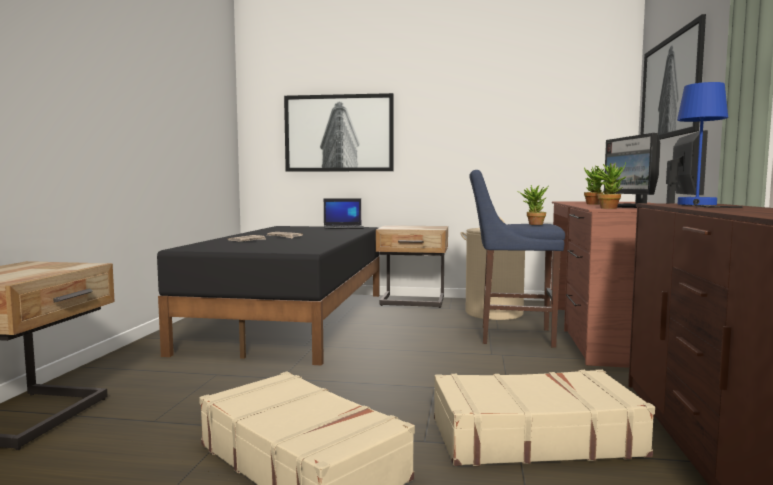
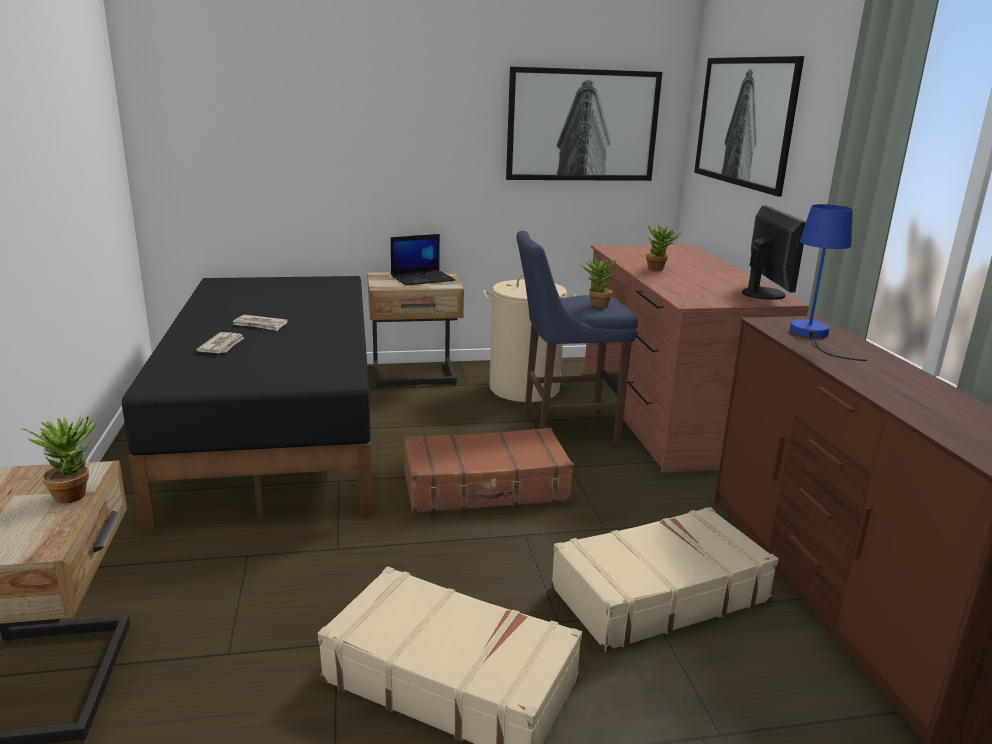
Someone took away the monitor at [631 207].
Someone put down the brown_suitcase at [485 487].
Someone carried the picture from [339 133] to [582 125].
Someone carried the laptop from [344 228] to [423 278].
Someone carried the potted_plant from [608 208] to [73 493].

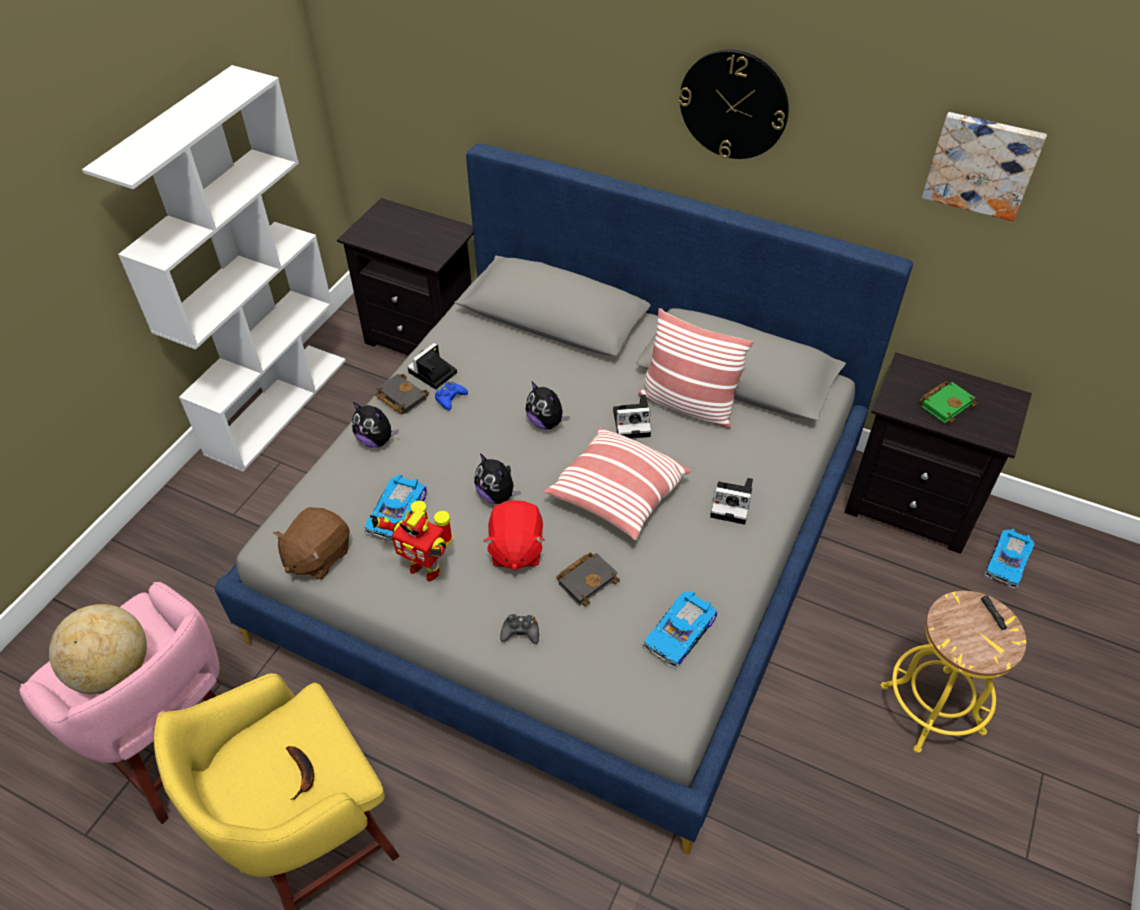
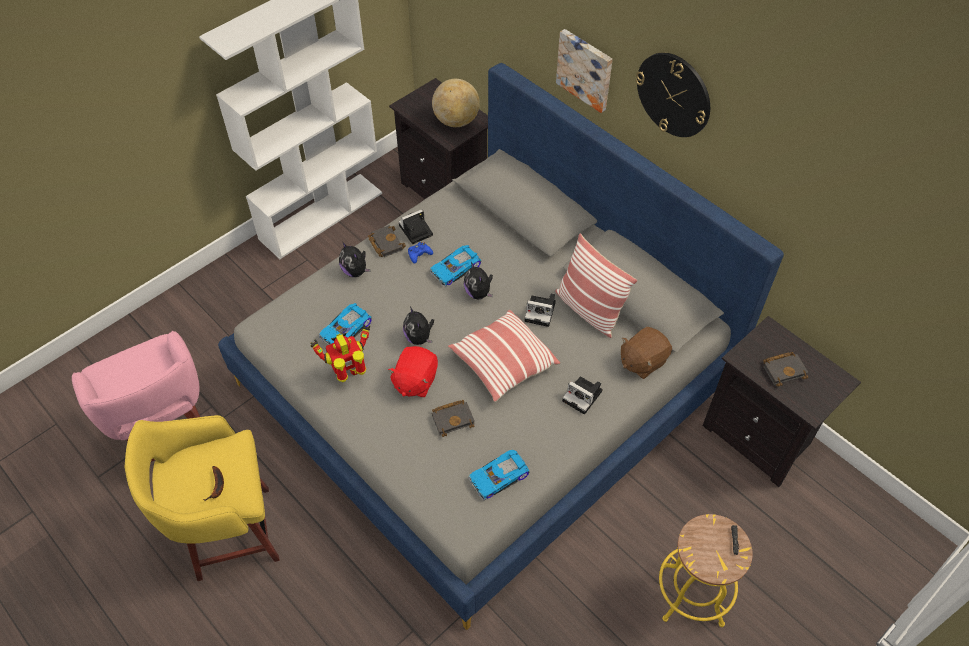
Someone took away the black_game_controller at [520 632].
Someone carried the globe from [114 671] to [456 121].
Someone carried the brown_plush_toy from [317 556] to [642 361].
Someone carried the picture from [982 164] to [585 69].
Someone carried the toy_car from [1008 562] to [456 269].
Someone repainted the green_book at [946 403], which became the black_book at [784 369].
Someone rotated the toy_robot at [425 567] by 105 degrees clockwise.

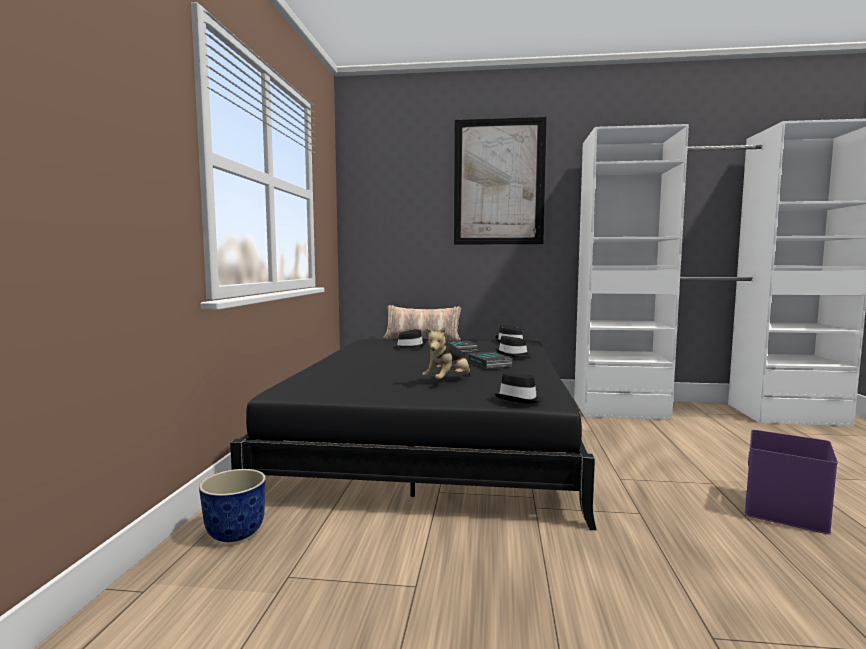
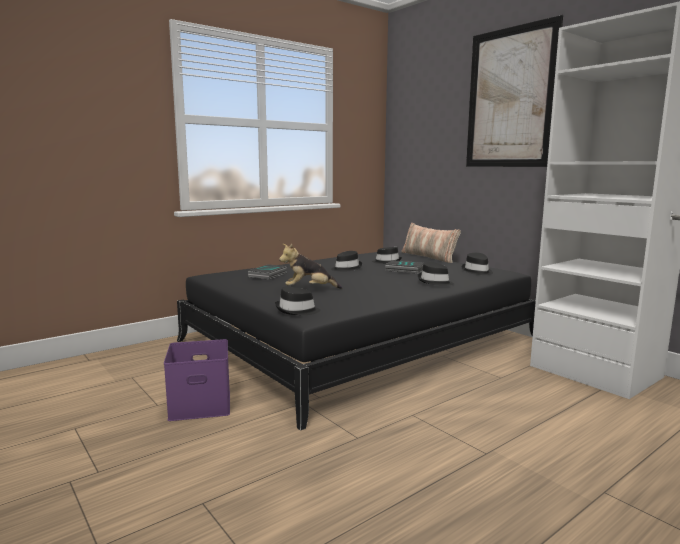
Someone took away the planter at [236 533].
Someone put down the black_hat at [346 268].
Someone carried the book from [490 364] to [268 275].
Someone carried the purple_storage_box from [783 509] to [202 404].

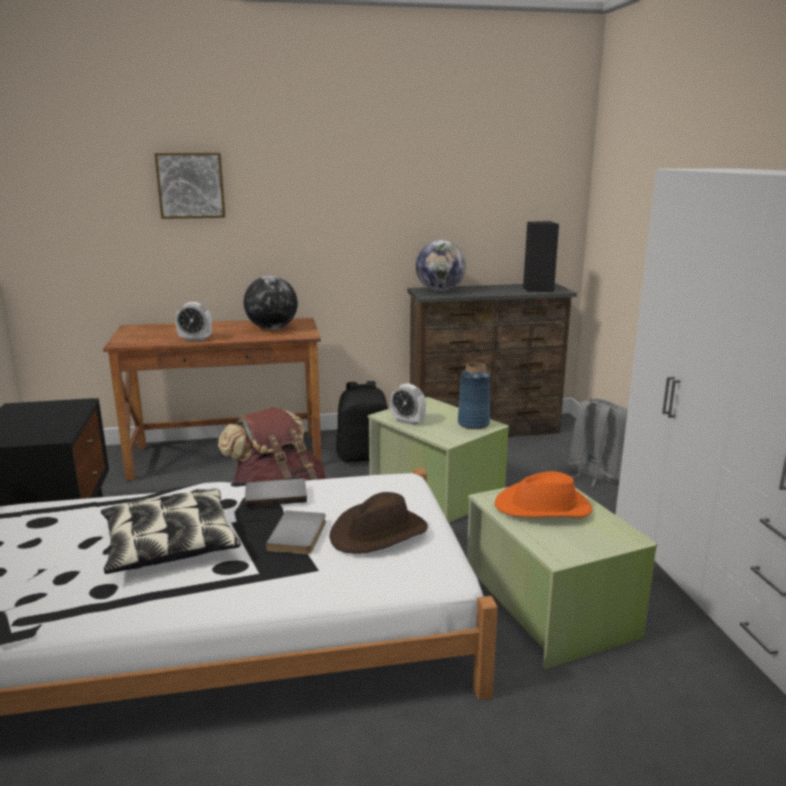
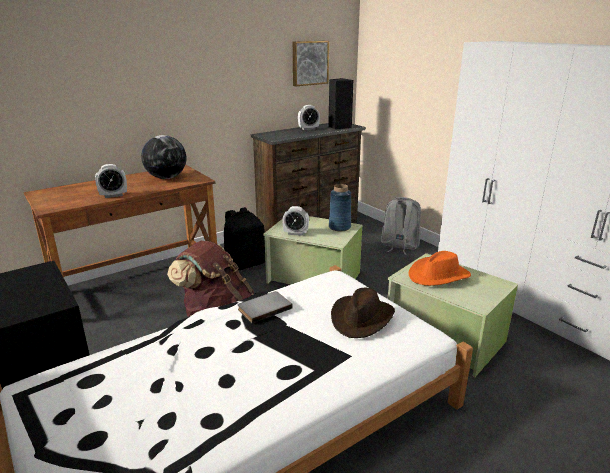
Someone took away the pillow at [170 544].
Someone took away the grey_book at [300 535].
Someone took away the globe at [440 290].
Someone put down the alarm_clock at [308 129].
Someone carried the picture from [191 185] to [309 63].

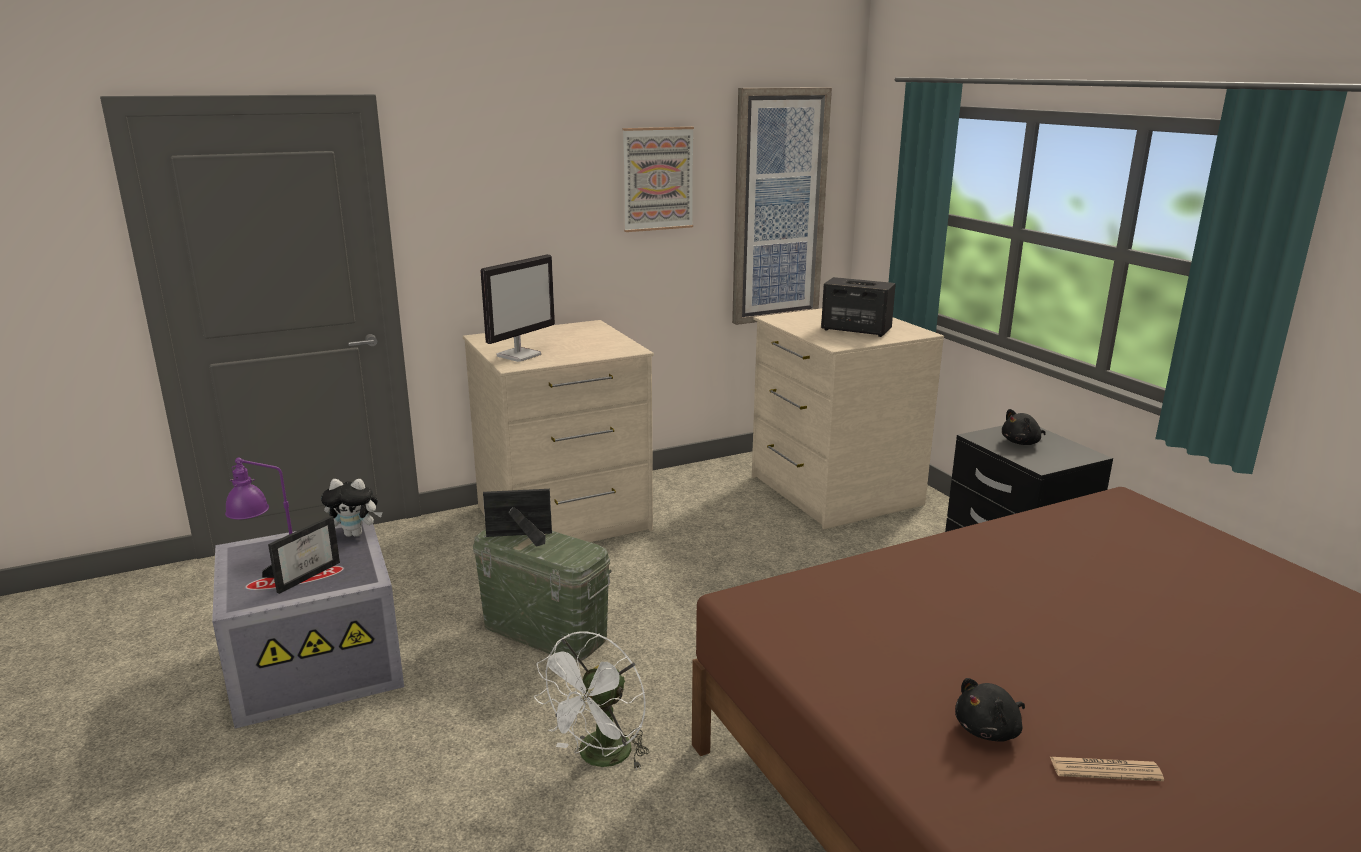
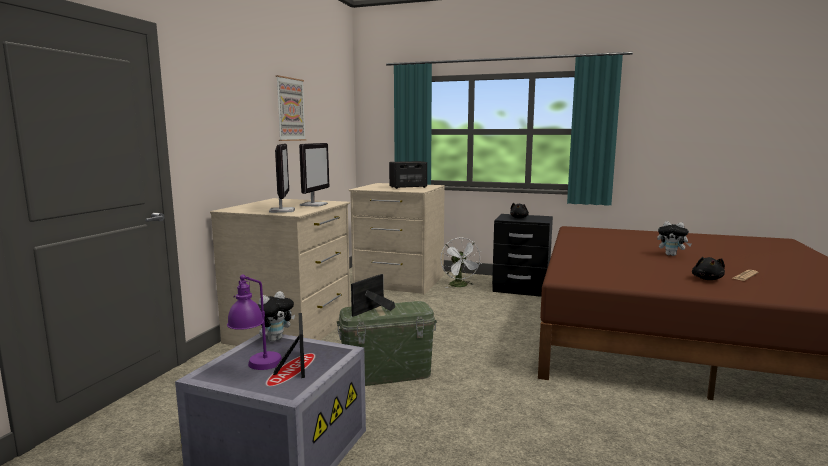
Someone took away the picture at [778 207].
Someone put down the monitor at [314 205].
Someone put down the plush_toy at [671 255].
Someone carried the white_fan from [600 758] to [460 286].

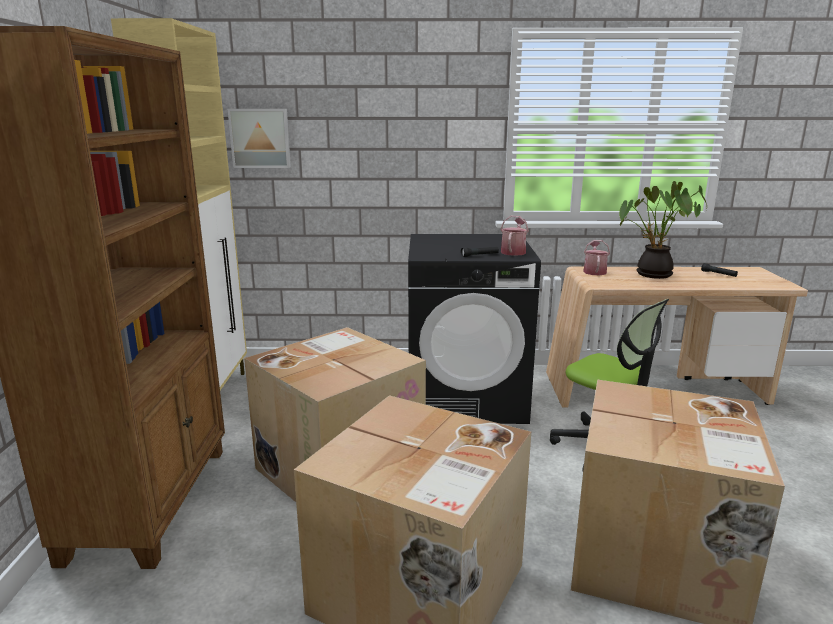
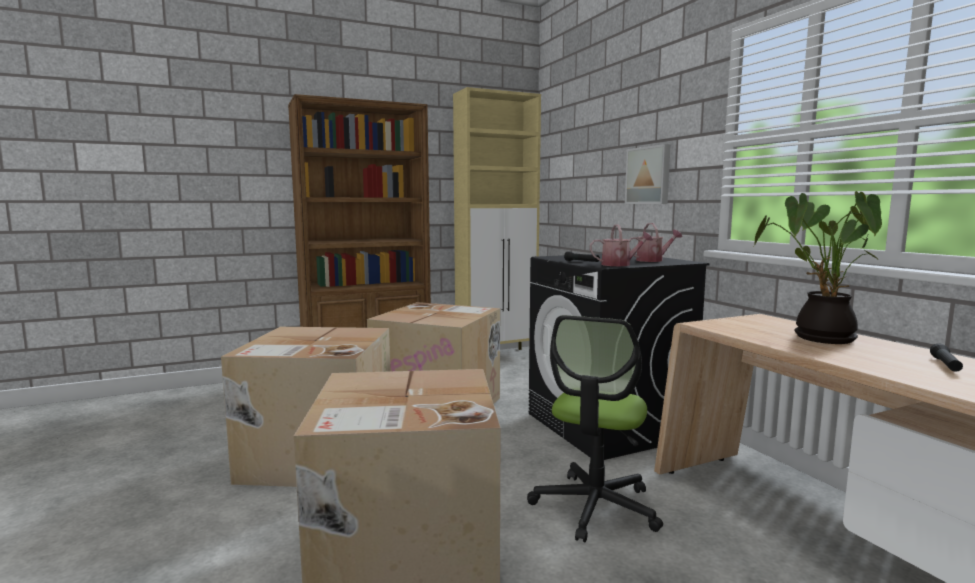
Someone carried the picture from [260 138] to [649 175].
Someone carried the watering_can from [594 271] to [653 260].

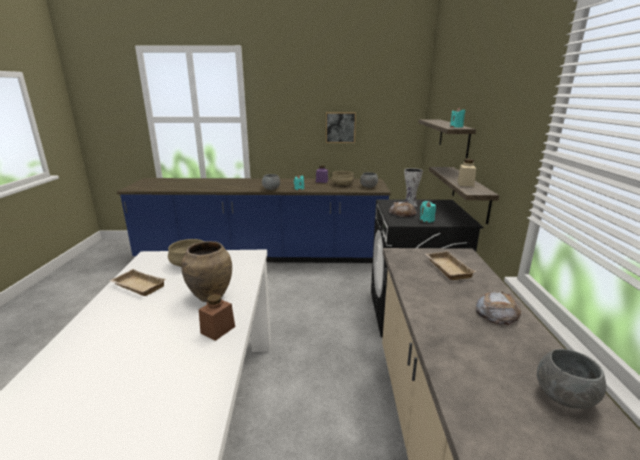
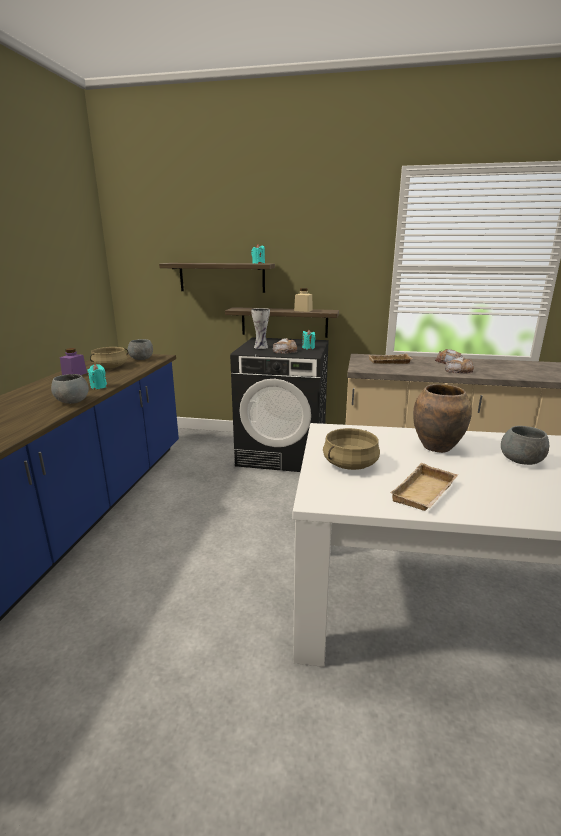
Someone took away the brown_jar at [218 330].
Someone took away the picture at [340 127].
Someone put down the bread at [458 371].
Someone carried the grey_bowl from [563 397] to [521 461].

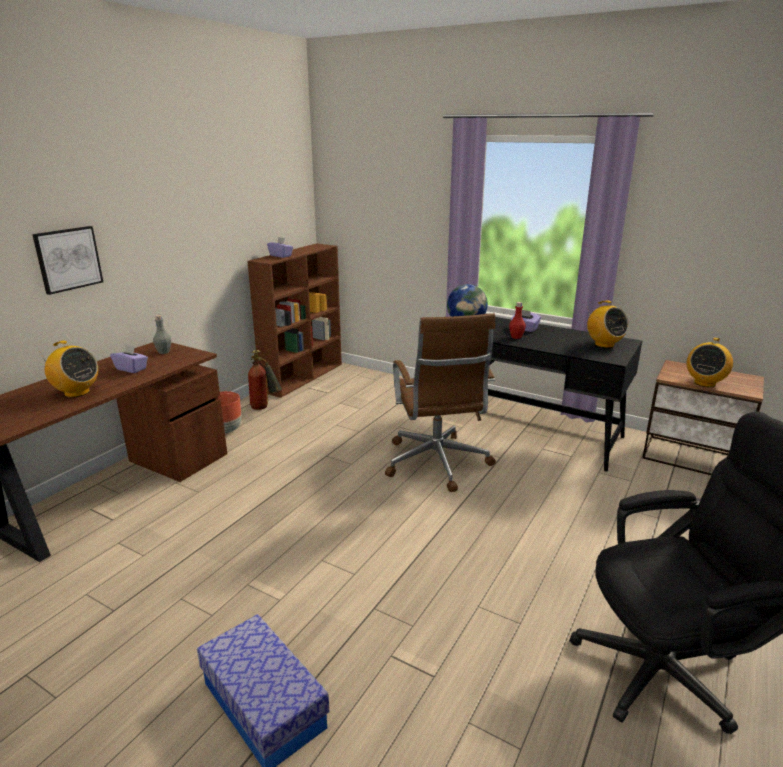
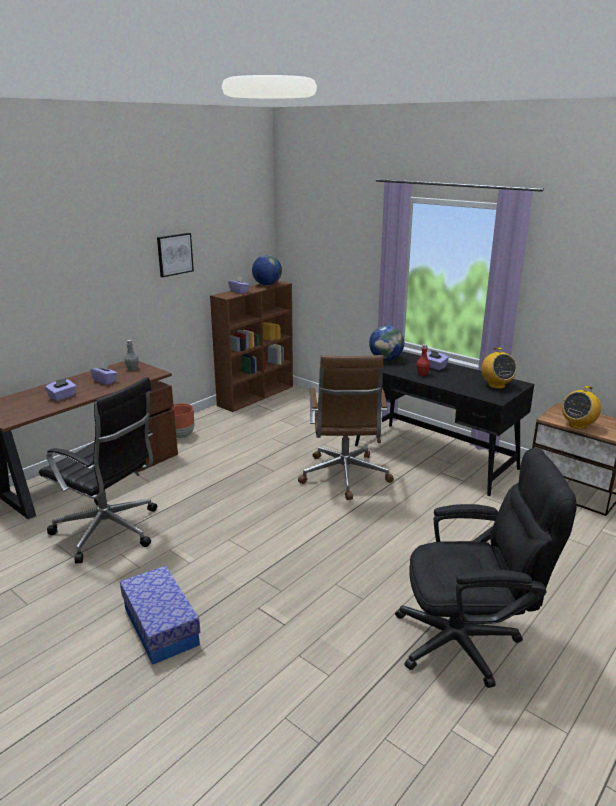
Someone took away the fire_extinguisher at [265 408].
Someone put down the black_office_chair at [109 531].
Someone put down the globe at [267 285].
Someone carried the picture from [68 259] to [174 254].
Someone swapped the radio at [76 392] for the purple_tissue_box at [62 397].

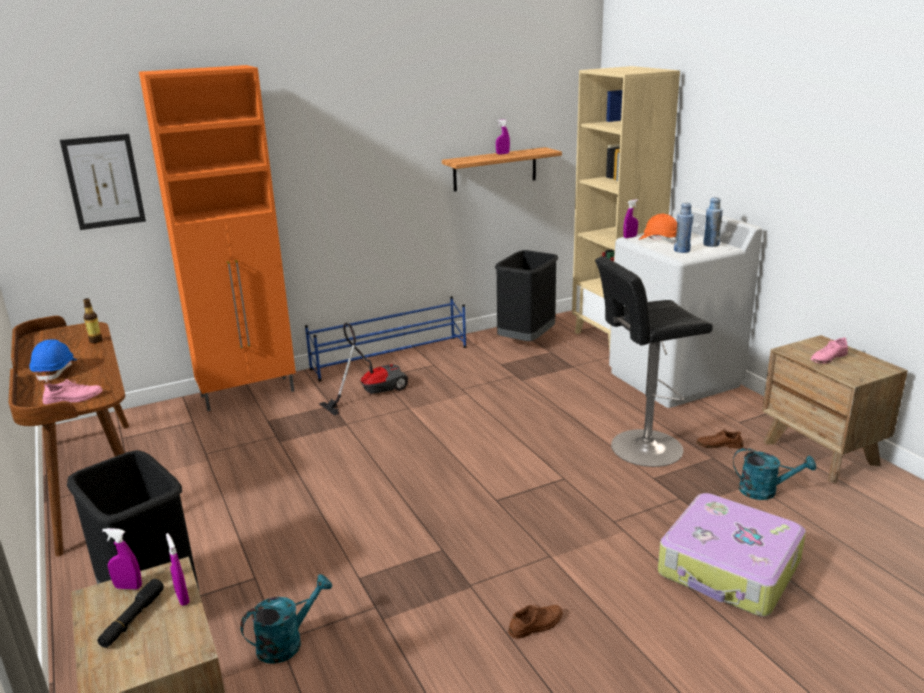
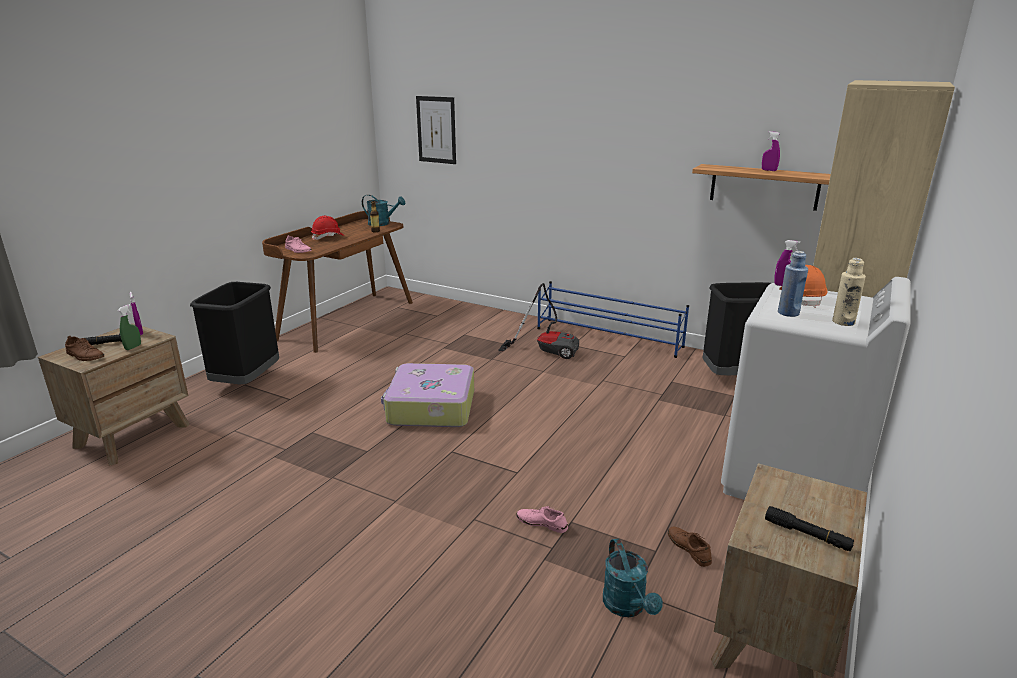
Someone took away the orange_cabinet at [249 393].
Someone took away the black_stool at [641 448].
Someone put down the black_flashlight at [807 535].
Someone carried the turquoise_watering_can from [287 642] to [382 224].
Someone carried the brown_shoe from [536 625] to [85 356].
Someone carried the suitcase from [729 569] to [430 407].
Someone carried the pink_shoe from [828 358] to [542 523].
Someone repainted the blue_hard_hat at [56 371], which became the red_hard_hat at [328 237].
Someone repainted the purple_spray_bottle at [182 598], which became the green_spray_bottle at [133 347].
Someone repainted the blue_bottle at [711 244], which became the beige_bottle at [843 322].

